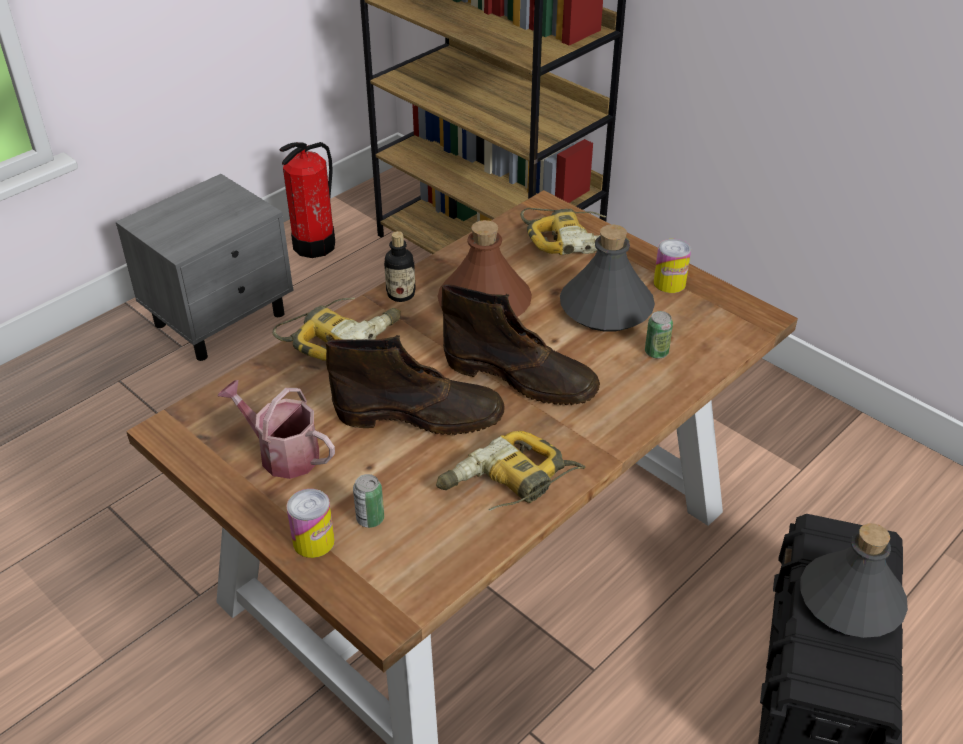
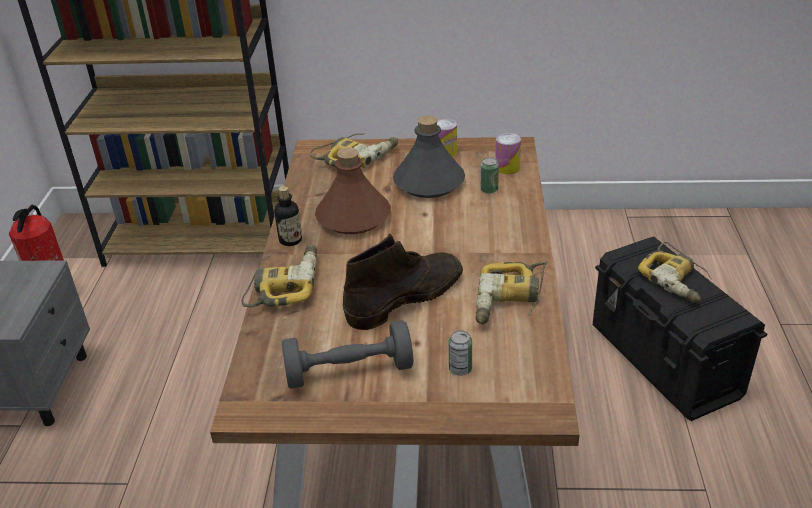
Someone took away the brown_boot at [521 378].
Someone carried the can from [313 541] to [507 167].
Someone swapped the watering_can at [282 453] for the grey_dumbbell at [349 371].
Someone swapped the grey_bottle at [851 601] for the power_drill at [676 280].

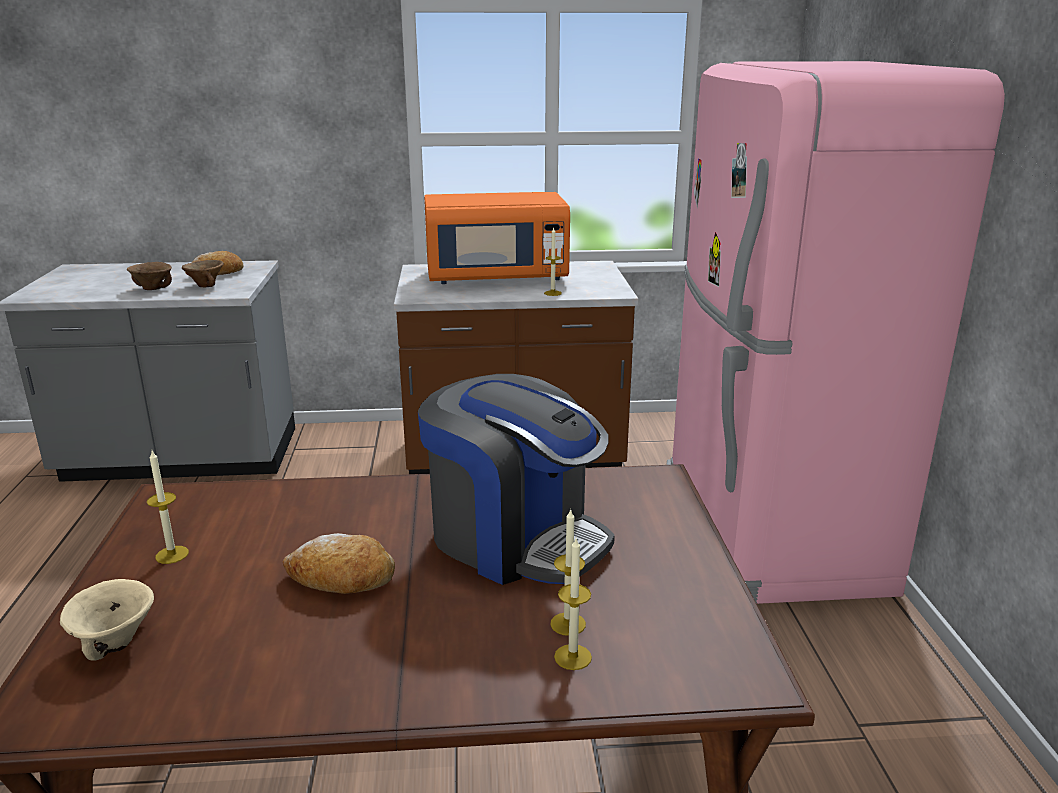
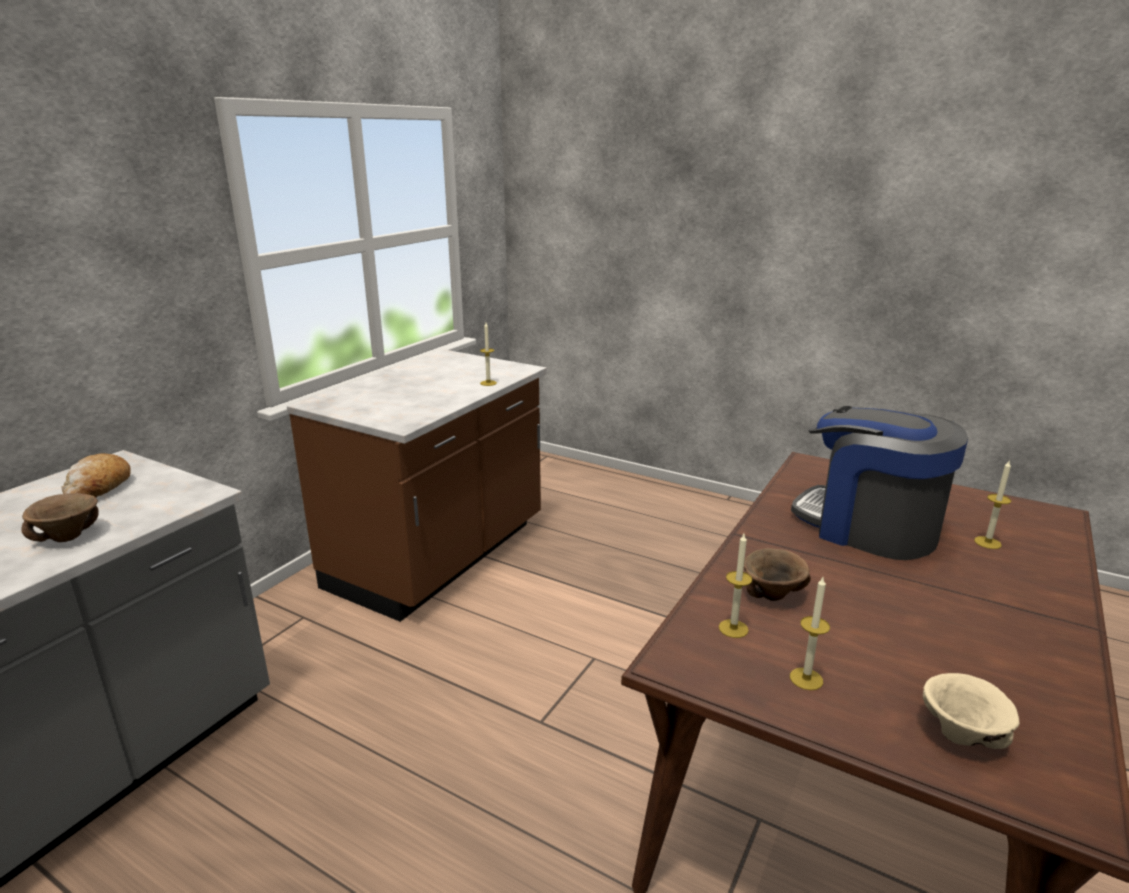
Someone took away the bread at [341 579].
Someone took away the orange_microwave at [496 278].
Someone took away the pink_fridge at [765 532].
Someone carried the brown_bowl from [206 286] to [773 595].
Someone carried the candle from [573 657] to [733 628].
Someone rotated the coffee_machine at [516 539] by 120 degrees counterclockwise.

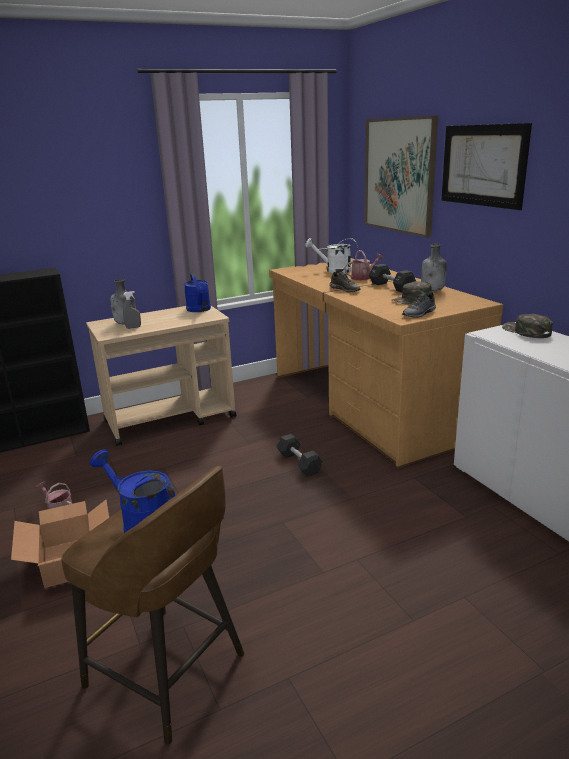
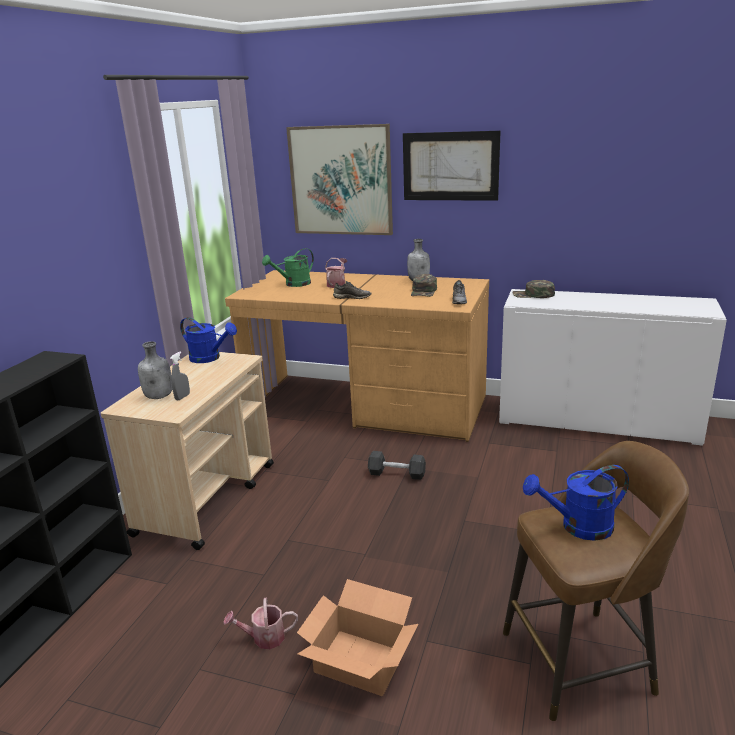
Someone took away the black_dumbbell at [391 287].
Someone repainted the white_watering_can at [334 270], which became the green_watering_can at [293 284].

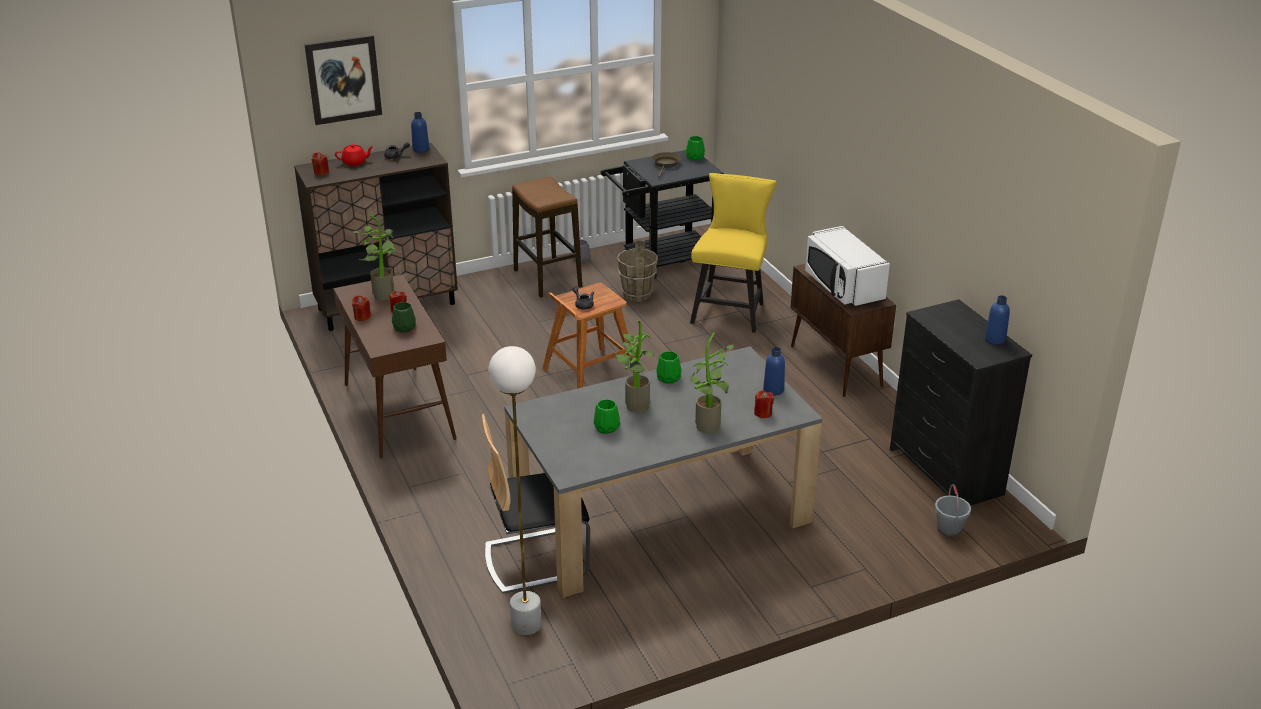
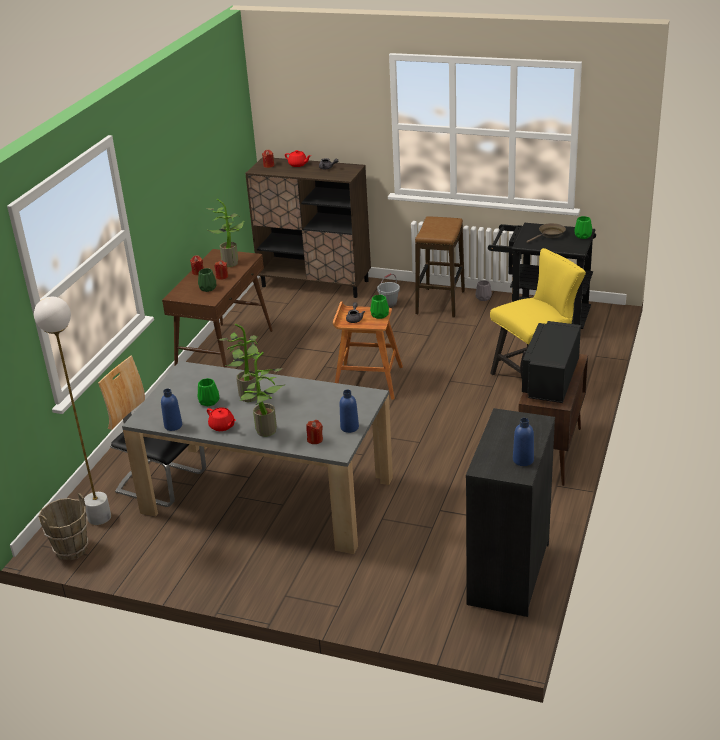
Someone took away the picture at [343 79].
Someone put down the red_teapot at [222 426].
Someone carried the blue_bottle from [421 149] to [173 426].
Someone carried the brown_bucket from [636 295] to [71 549].
Someone carried the green_vase from [668 378] to [379 315].
Someone carried the grey_bucket from [949 529] to [389 304].
Someone repainted the white_microwave at [842 287], which became the black_microwave at [549 380].

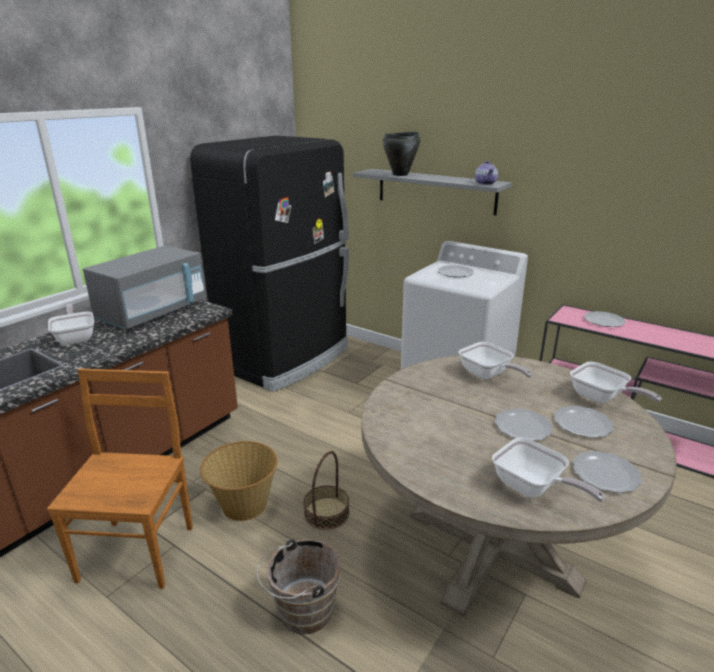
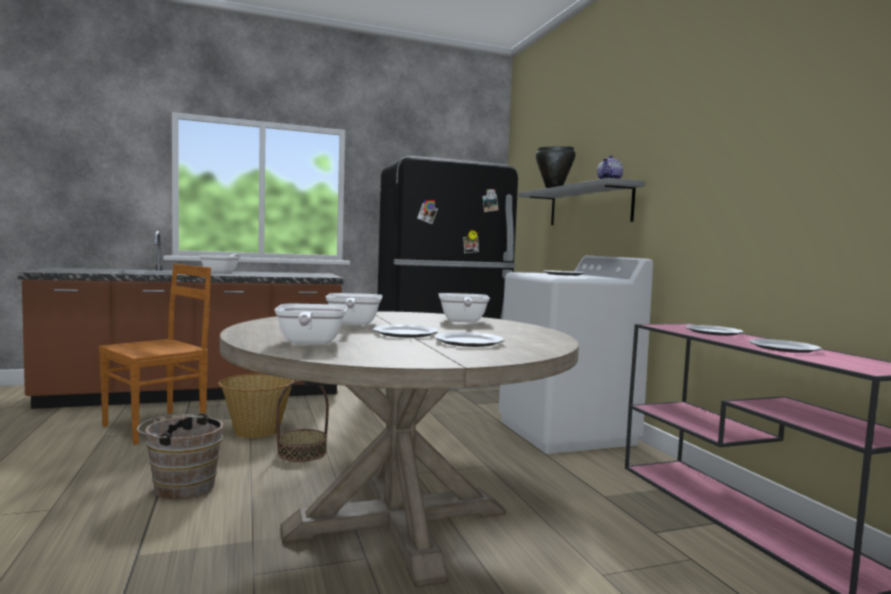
Someone took away the grey_microwave at [153 312].
Someone carried the frying_pan from [601 398] to [353 324].
Someone carried the plate from [605 474] to [783 348].

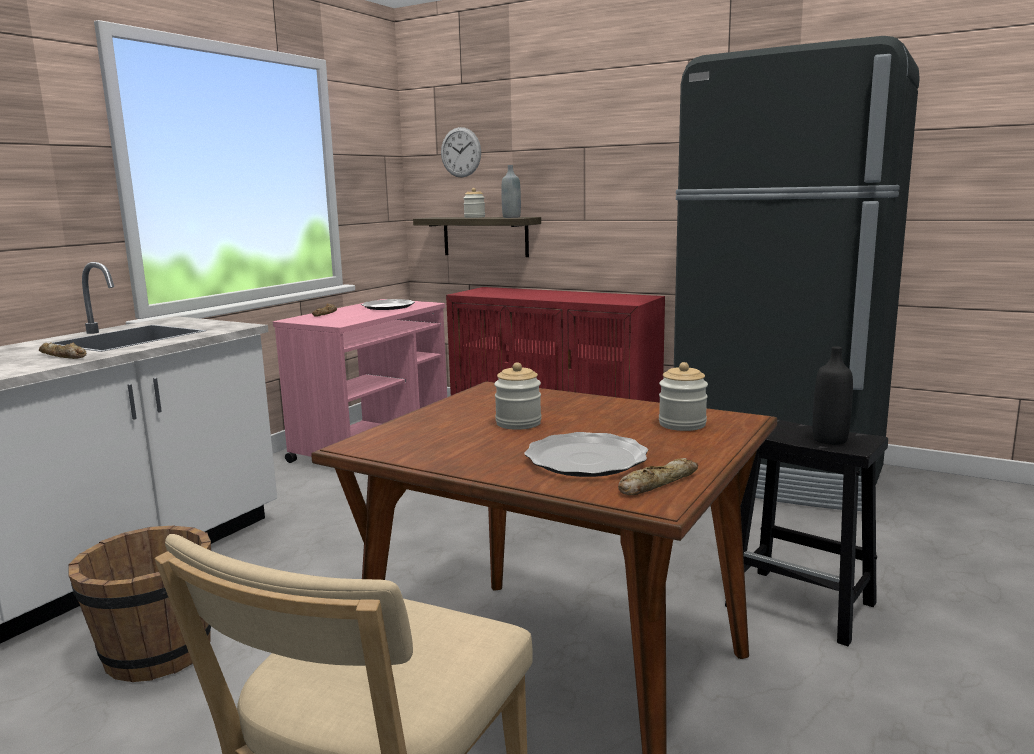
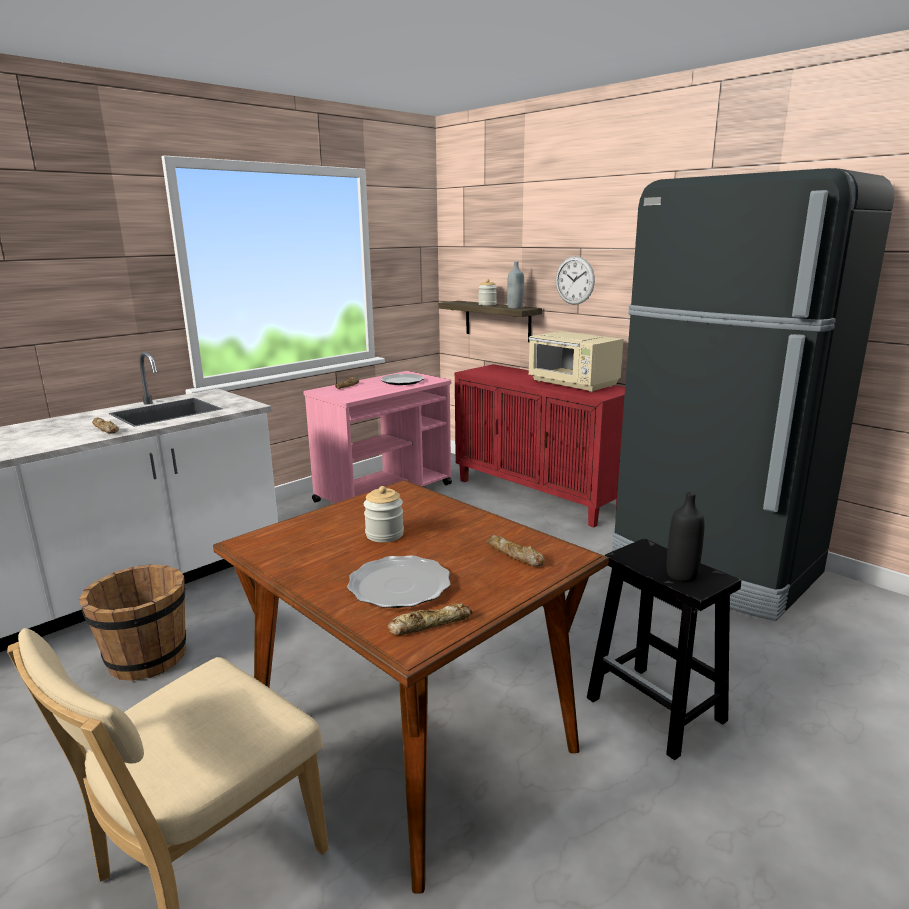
Someone put down the beige_microwave at [573 384].
Someone carried the wall_clock from [461 152] to [574 280].
Someone swapped the jar at [682 424] for the bread at [514 555].

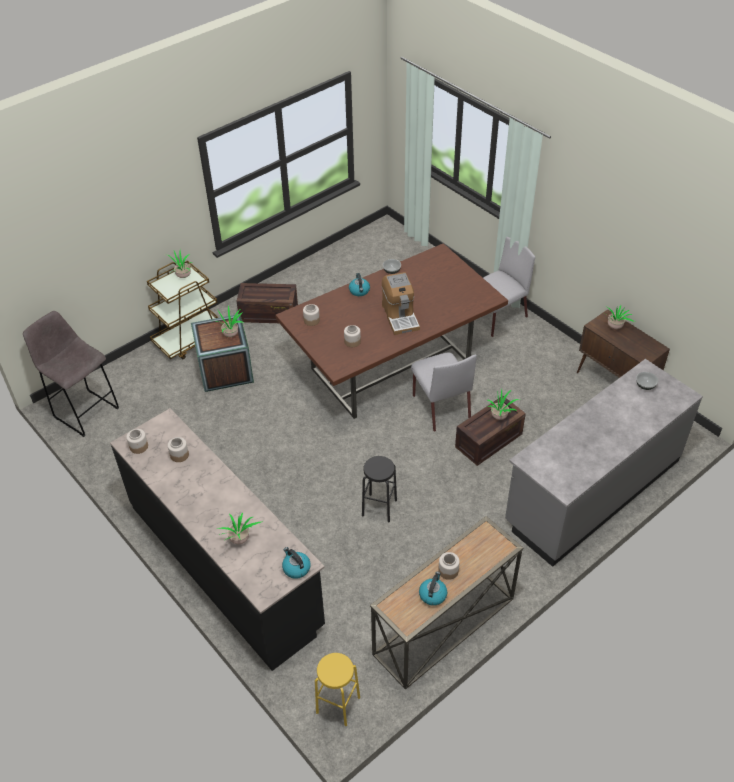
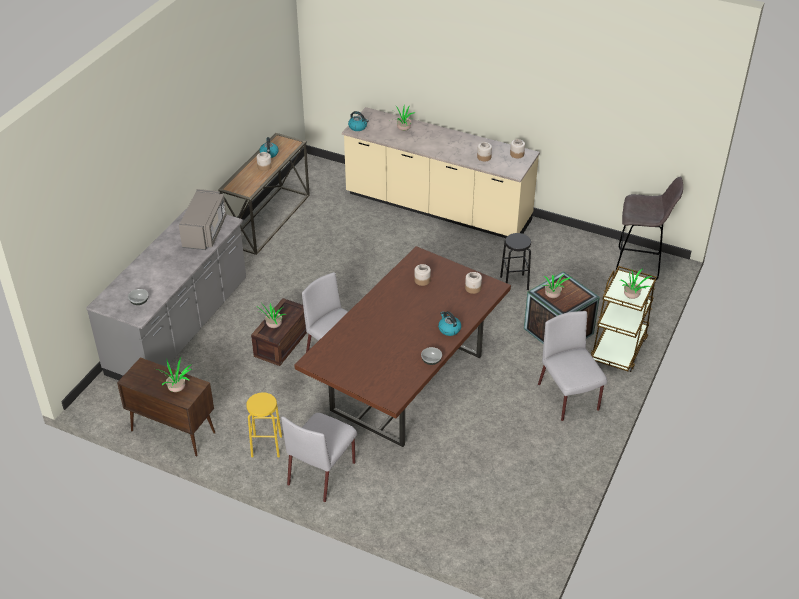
Someone took away the coffee_machine at [400 316].
Someone put down the grey_microwave at [205 232].
Someone carried the yellow_stool from [338 705] to [266 446].
Someone carried the black_stool from [379 508] to [514 283].
Someone swapped the crate at [268 314] for the grey_chair at [569 398].
Someone repainted the black_counter at [225 565], which became the beige_counter at [437 209].

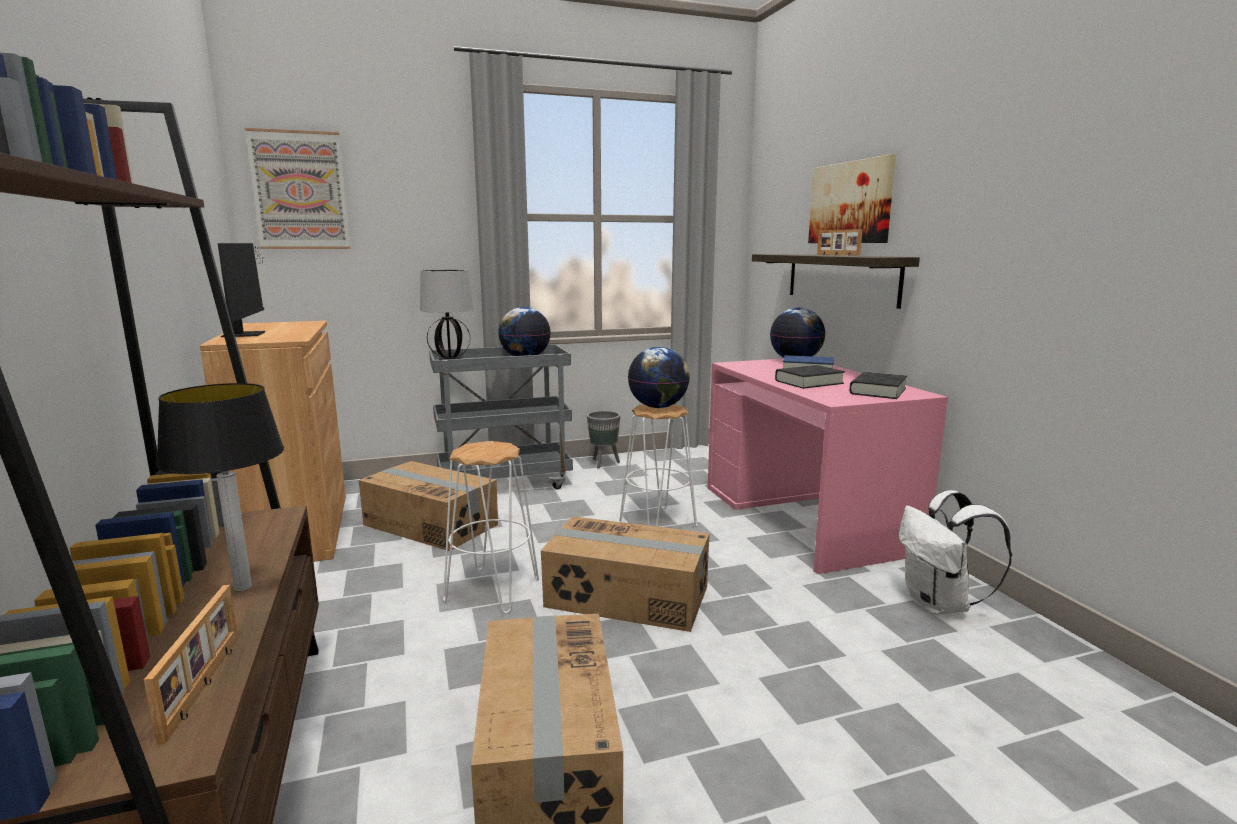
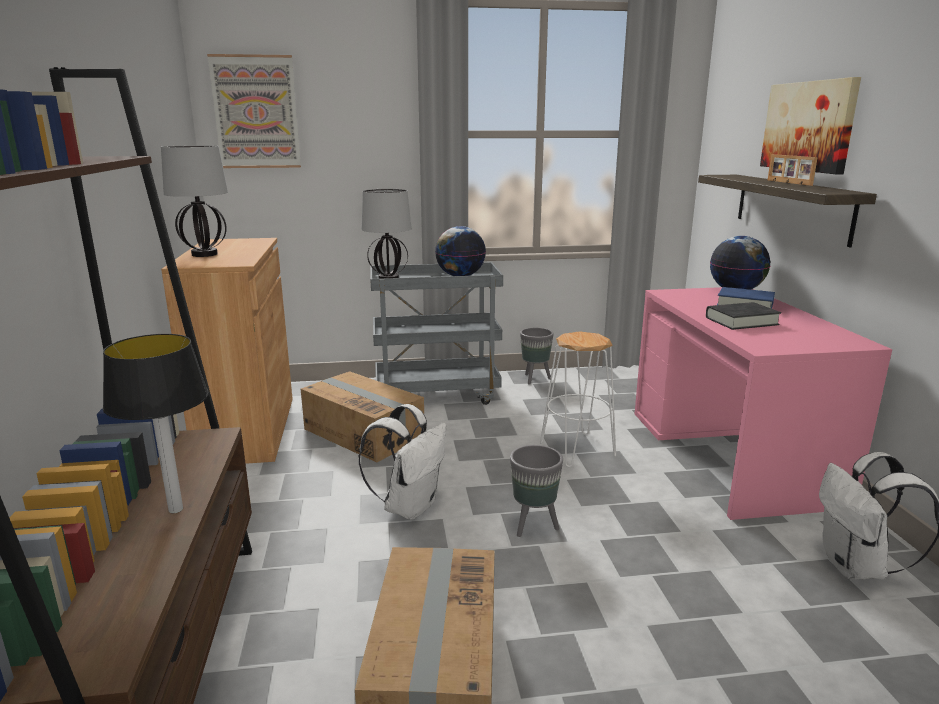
Someone took away the picture_frame at [205 684].
Someone took away the globe at [658 407].
Someone took away the black_book at [877 391].
Someone swapped the monitor at [247 333] for the table_lamp at [204 254].
Someone swapped the white_stool at [492 590] for the white_backpack at [410 506].
Someone swapped the cardboard_box at [627 597] for the grey_planter at [534 526].

